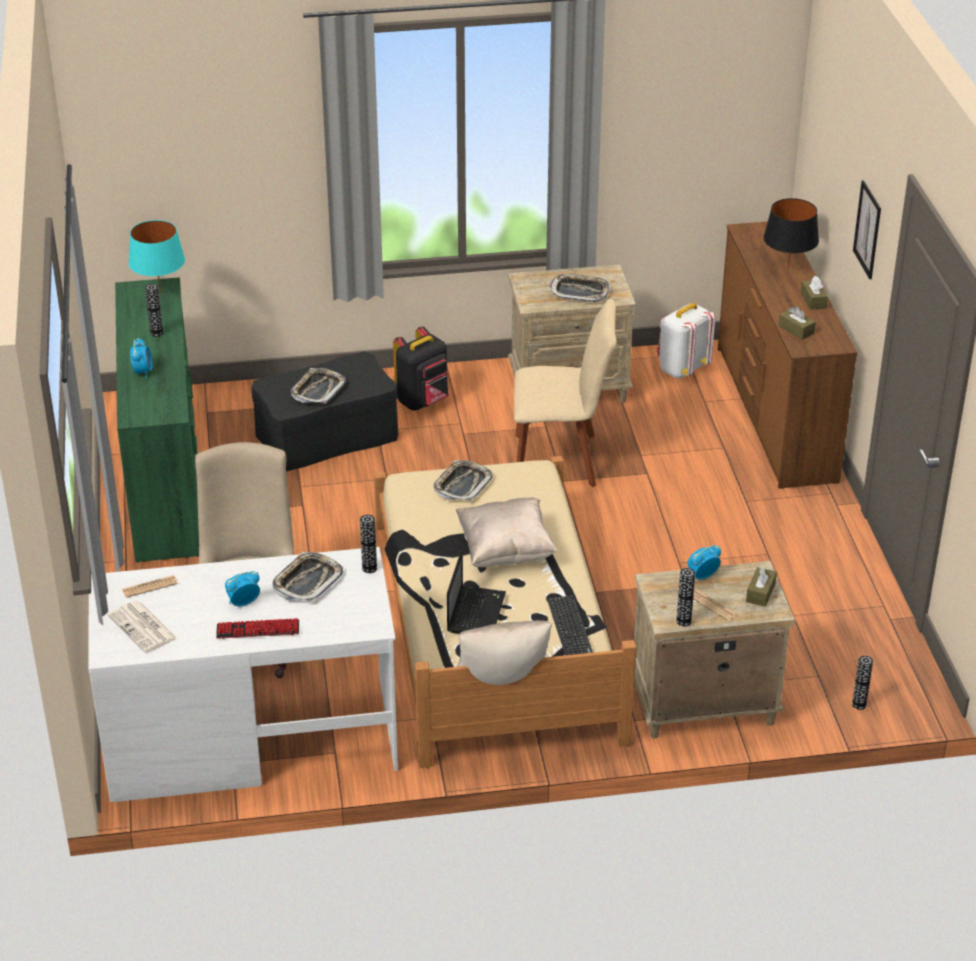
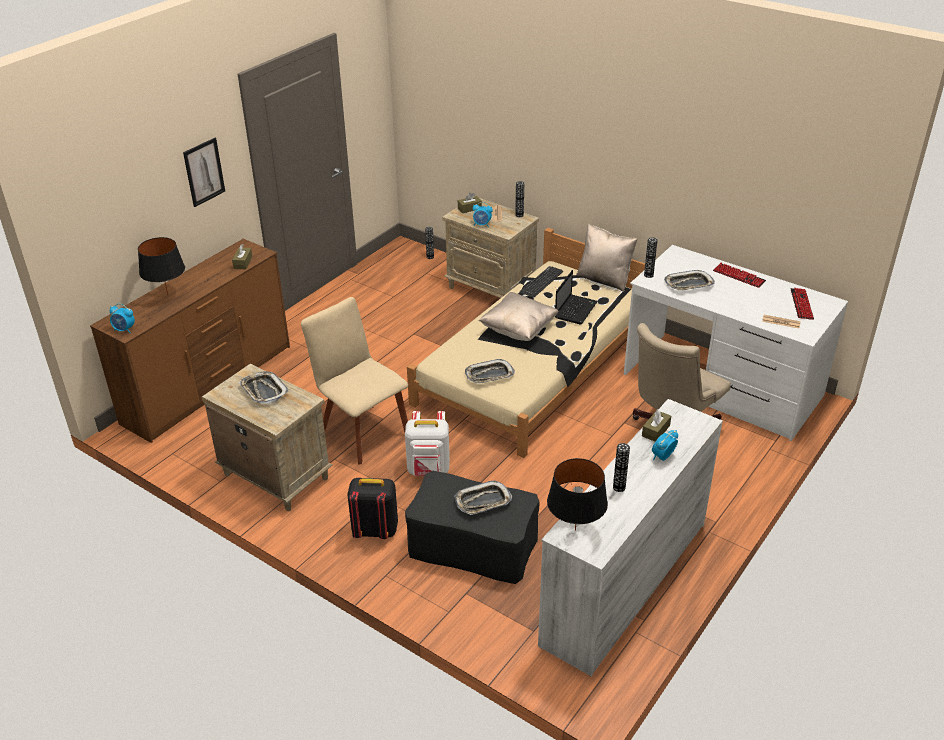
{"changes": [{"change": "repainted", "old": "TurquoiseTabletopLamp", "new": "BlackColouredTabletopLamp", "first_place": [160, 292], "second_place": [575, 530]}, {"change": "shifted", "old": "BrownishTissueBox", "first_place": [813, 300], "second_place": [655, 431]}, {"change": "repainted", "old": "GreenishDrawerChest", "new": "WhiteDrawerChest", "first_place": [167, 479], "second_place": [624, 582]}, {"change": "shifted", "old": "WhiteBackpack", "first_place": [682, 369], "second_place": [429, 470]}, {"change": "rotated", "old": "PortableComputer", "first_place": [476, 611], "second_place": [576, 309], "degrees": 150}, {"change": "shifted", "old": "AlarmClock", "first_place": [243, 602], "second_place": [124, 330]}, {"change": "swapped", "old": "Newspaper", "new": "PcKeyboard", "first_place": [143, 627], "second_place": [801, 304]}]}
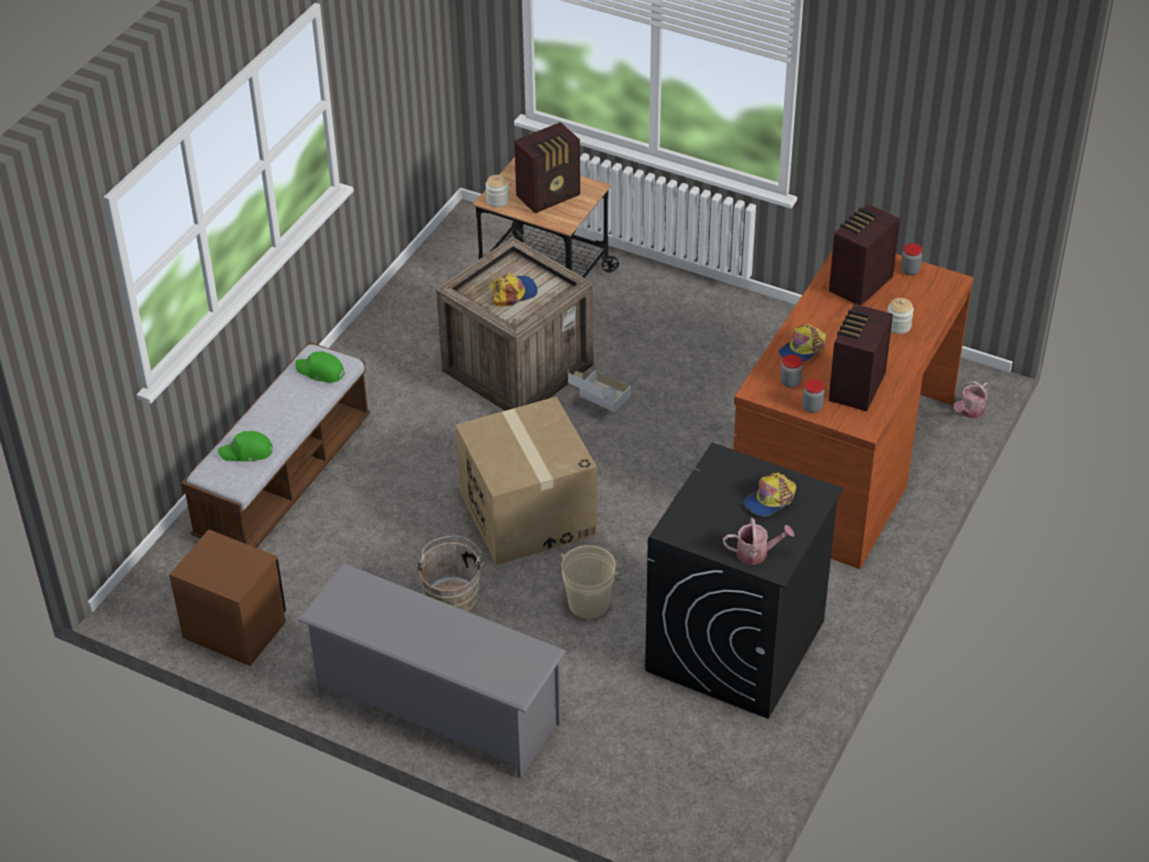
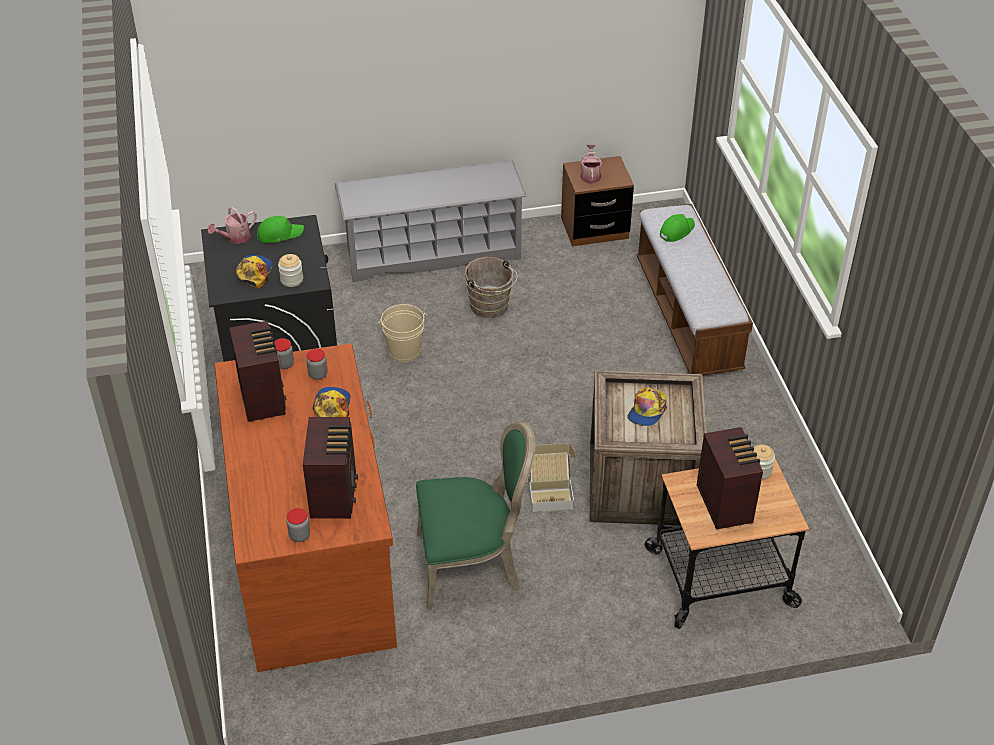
{"changes": [{"change": "rotated", "old": "RadioSet", "first_place": [550, 196], "second_place": [725, 503], "degrees": 150}, {"change": "shifted", "old": "Jar", "first_place": [898, 326], "second_place": [291, 280]}, {"change": "shifted", "old": "GreenishCap", "first_place": [320, 372], "second_place": [279, 234]}, {"change": "shifted", "old": "SprinklingCan", "first_place": [970, 412], "second_place": [590, 175]}, {"change": "gone", "old": "CardboardBox", "first_place": [527, 513]}, {"change": "new", "new": "GreenishChair", "second_place": [472, 565]}]}
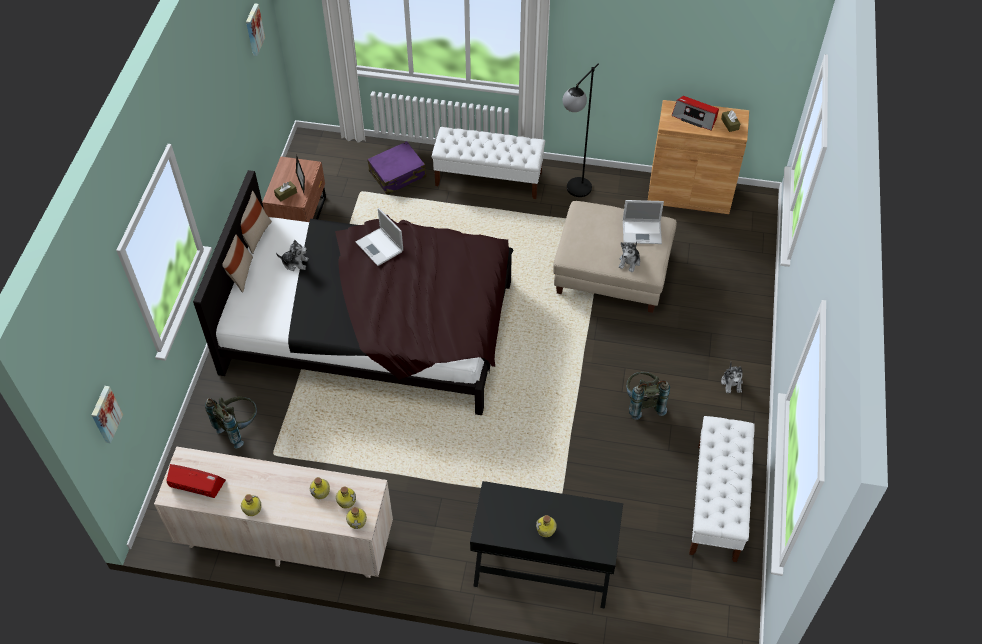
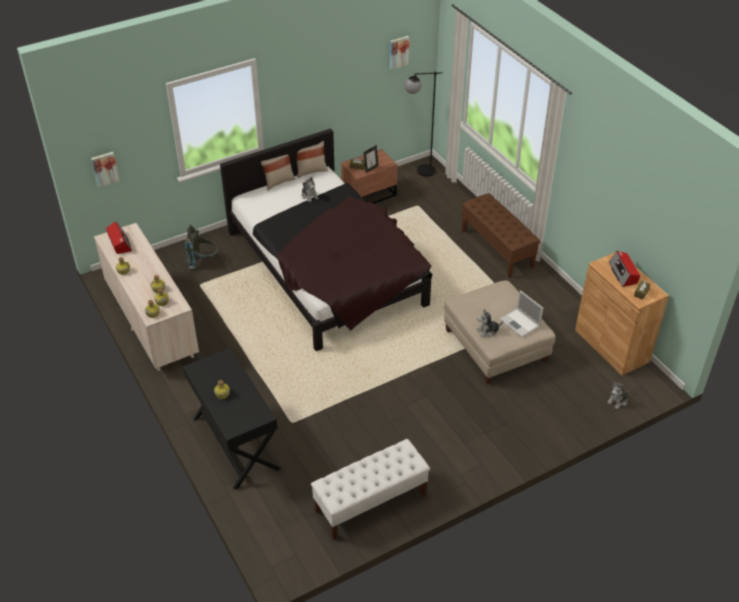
{"changes": [{"change": "shifted", "old": "BlackColouredStandardLamp", "first_place": [574, 193], "second_place": [419, 171]}, {"change": "repainted", "old": "WhiteLongSeat", "new": "BrownishLongSeat", "first_place": [489, 179], "second_place": [497, 249]}, {"change": "gone", "old": "PurpleColouredPieceOfLuggage", "first_place": [397, 174]}, {"change": "gone", "old": "PortableComputer", "first_place": [380, 247]}, {"change": "shifted", "old": "SoftToy", "first_place": [732, 383], "second_place": [617, 401]}, {"change": "gone", "old": "GrayBackpack", "first_place": [642, 403]}]}
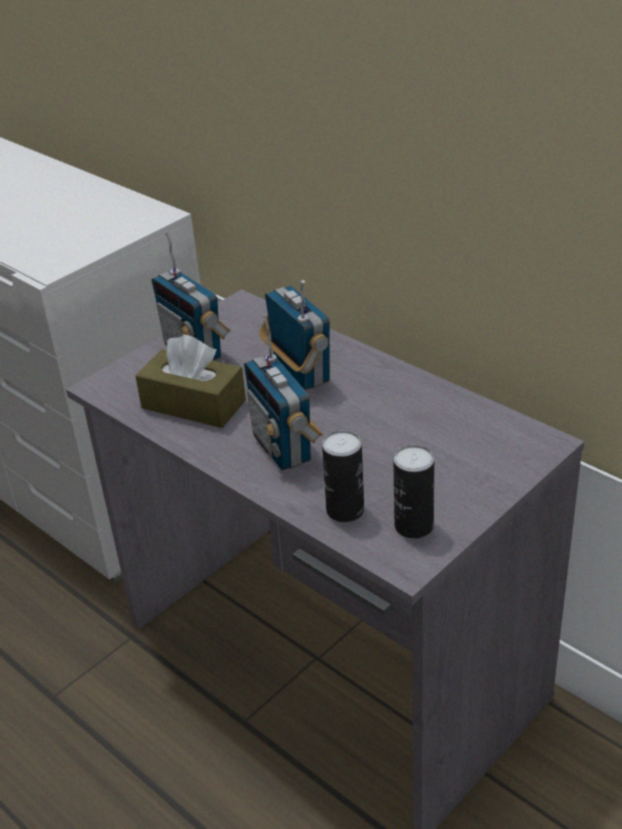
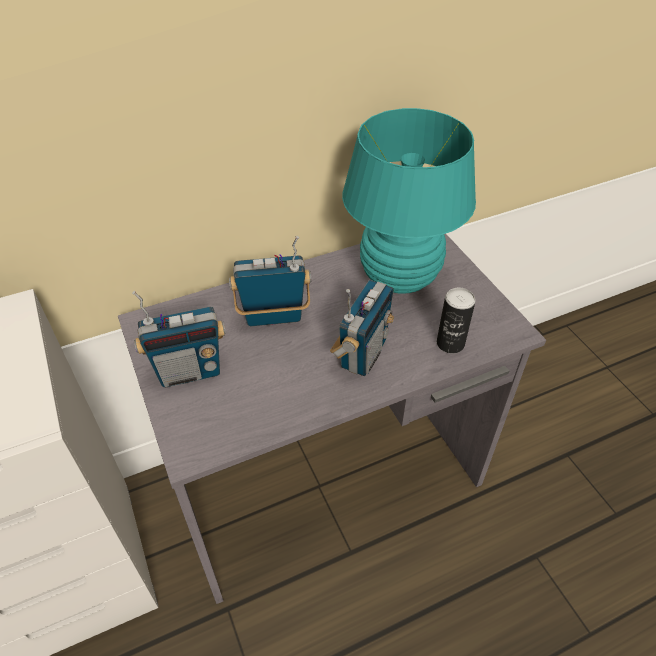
{"changes": [{"change": "rotated", "old": "RadioSet", "first_place": [284, 448], "second_place": [362, 354], "degrees": -60}, {"change": "gone", "old": "BrownishTissueBox", "first_place": [193, 404]}, {"change": "gone", "old": "SealedCan", "first_place": [413, 526]}, {"change": "new", "new": "TurquoiseTabletopLamp", "second_place": [399, 278]}]}
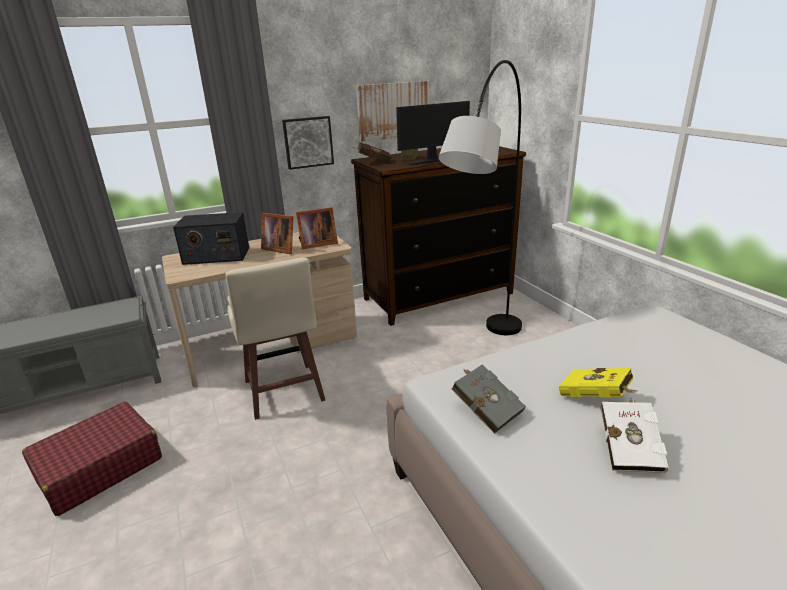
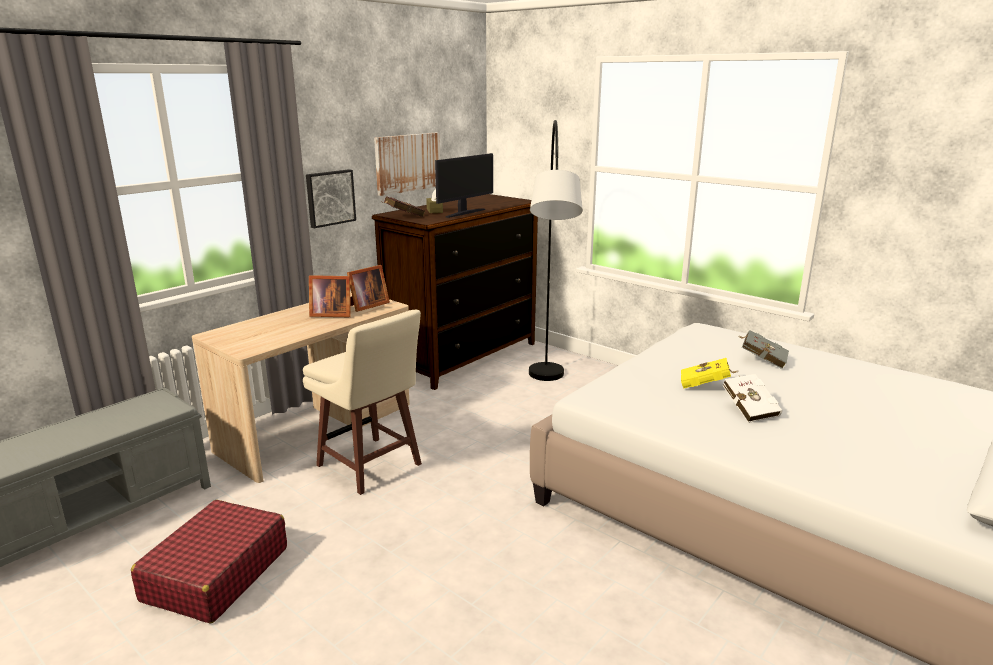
{"changes": [{"change": "gone", "old": "RadioSet", "first_place": [216, 255]}, {"change": "shifted", "old": "GrayBoundBook", "first_place": [485, 409], "second_place": [761, 360]}]}
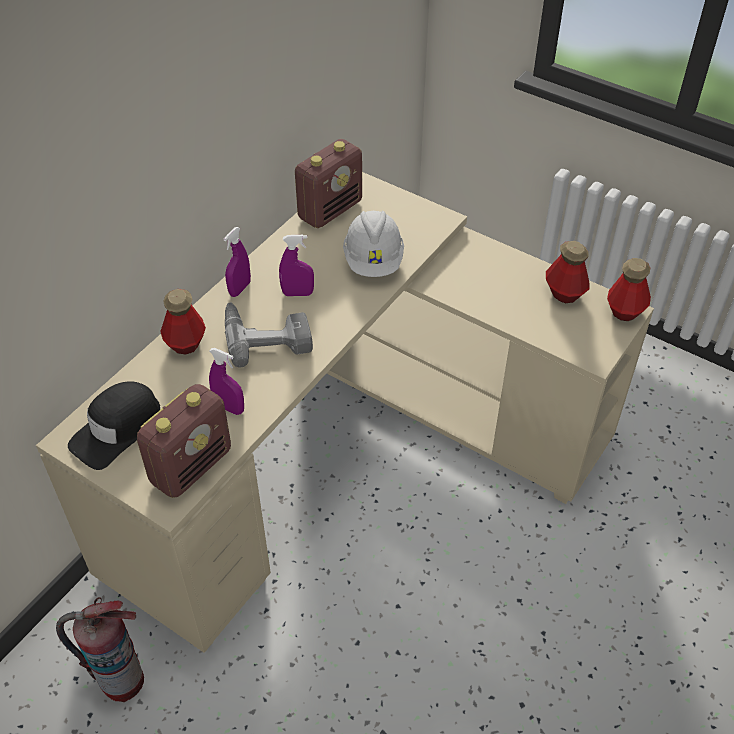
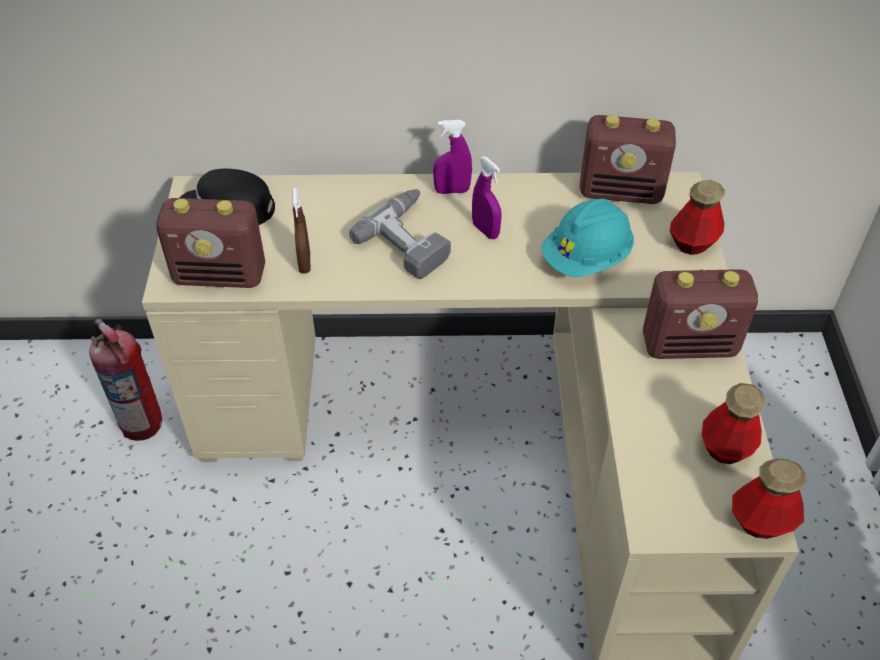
{"changes": [{"change": "repainted", "old": "WhiteWorkHelmet", "new": "TurquoiseWorkHelmet", "first_place": [373, 260], "second_place": [586, 259]}, {"change": "shifted", "old": "Bottle", "first_place": [185, 343], "second_place": [692, 243]}, {"change": "repainted", "old": "PurpleColouredHandSprayer", "new": "BrownishHandSprayer", "first_place": [229, 408], "second_place": [304, 263]}, {"change": "new", "new": "RadioSet", "second_place": [690, 345]}]}
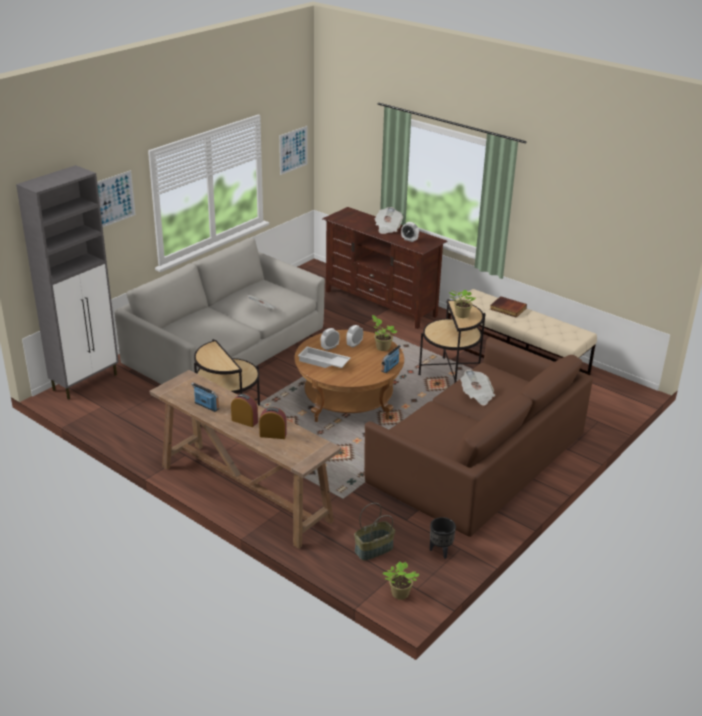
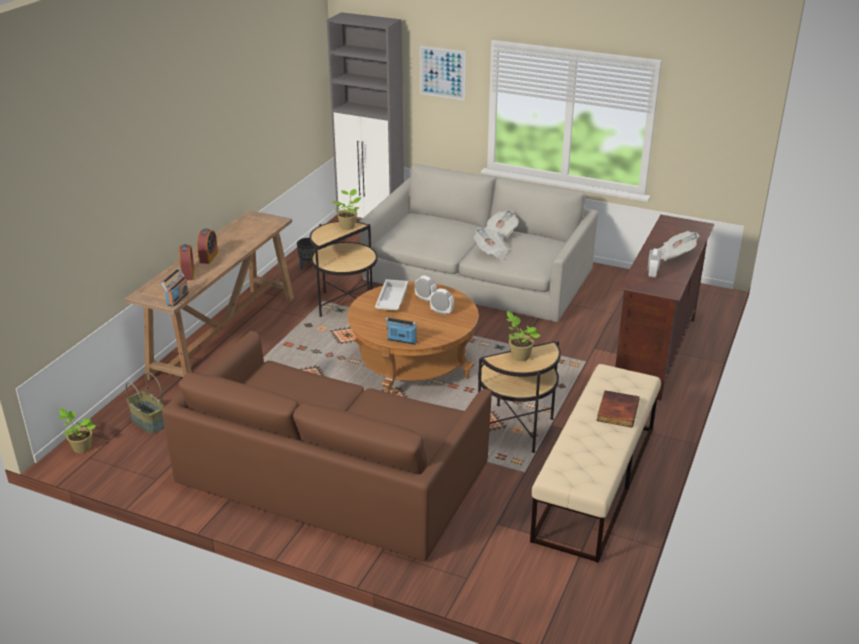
{"changes": [{"change": "gone", "old": "WallPicture", "first_place": [293, 150]}, {"change": "shifted", "old": "PlantInAPot", "first_place": [382, 347], "second_place": [348, 226]}, {"change": "shifted", "old": "Newspaper", "first_place": [477, 395], "second_place": [499, 234]}, {"change": "shifted", "old": "RadioSet", "first_place": [206, 406], "second_place": [177, 299]}, {"change": "shifted", "old": "BlackColouredPlanter", "first_place": [440, 551], "second_place": [308, 267]}]}
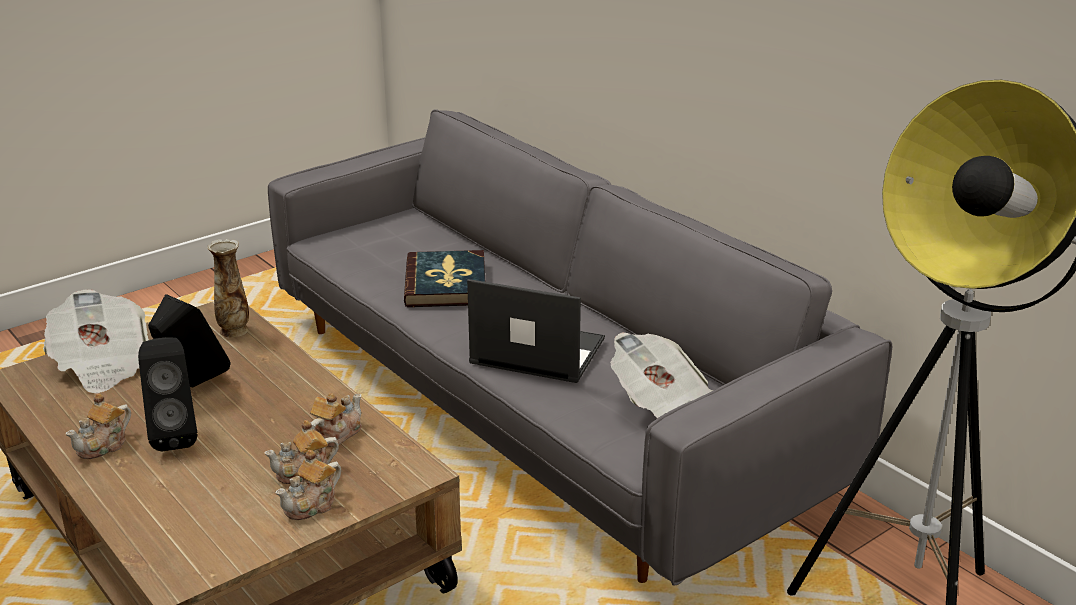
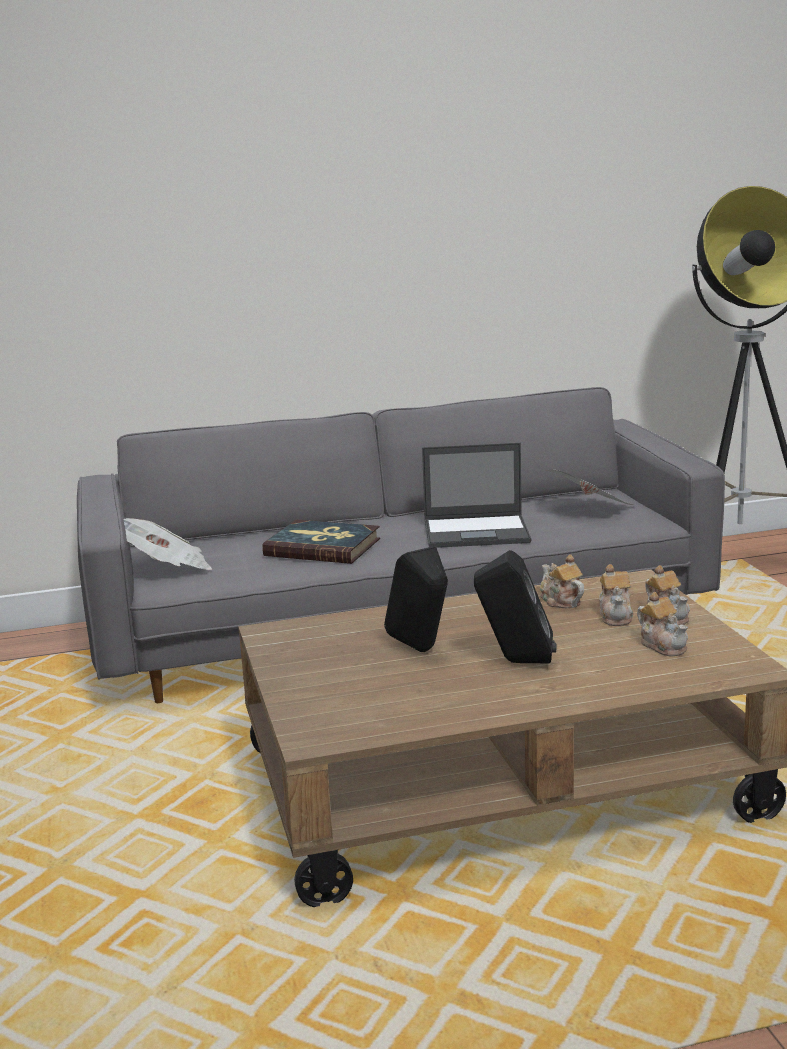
{"changes": [{"change": "gone", "old": "DecorativeVase", "first_place": [234, 330]}, {"change": "rotated", "old": "PortableComputer", "first_place": [535, 351], "second_place": [478, 532], "degrees": -135}, {"change": "shifted", "old": "Newspaper", "first_place": [102, 365], "second_place": [166, 568]}, {"change": "shifted", "old": "TeaPot", "first_place": [104, 446], "second_place": [663, 645]}]}
